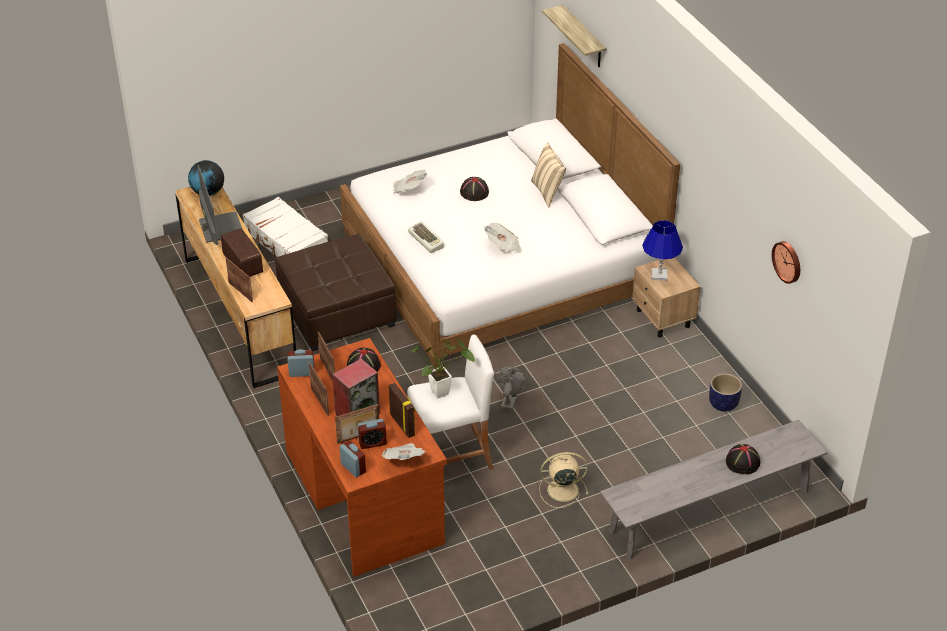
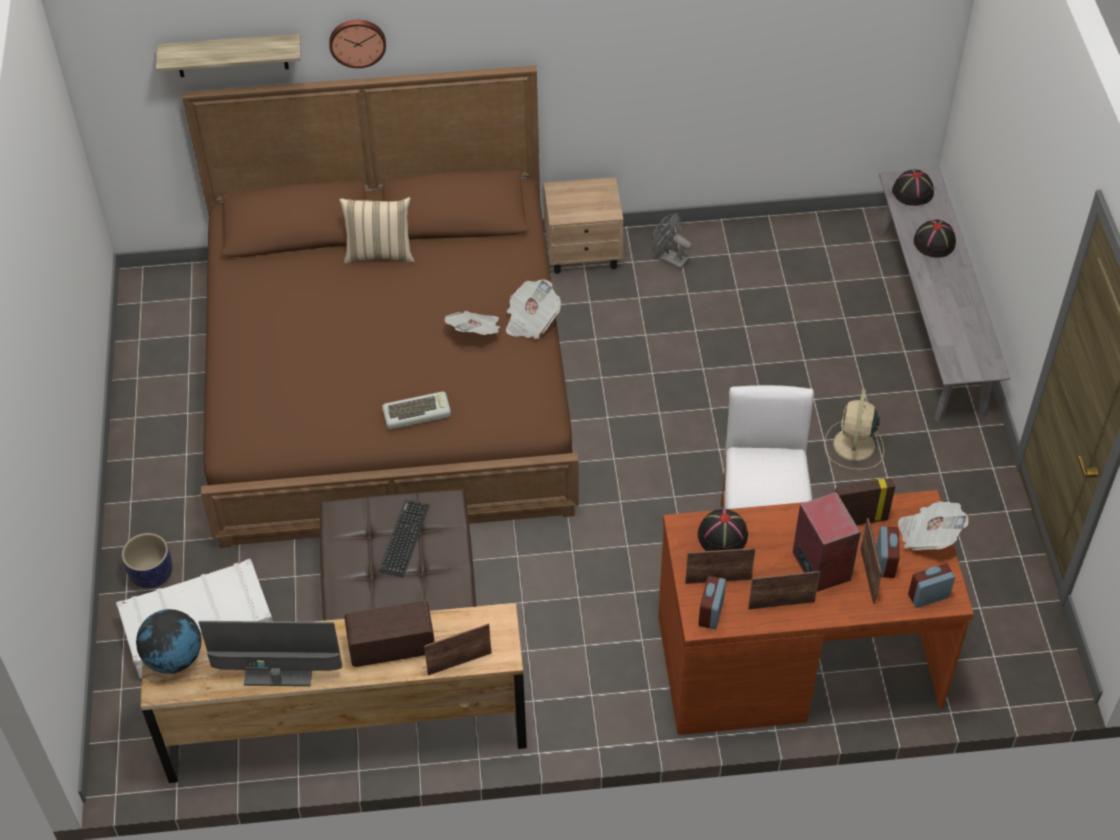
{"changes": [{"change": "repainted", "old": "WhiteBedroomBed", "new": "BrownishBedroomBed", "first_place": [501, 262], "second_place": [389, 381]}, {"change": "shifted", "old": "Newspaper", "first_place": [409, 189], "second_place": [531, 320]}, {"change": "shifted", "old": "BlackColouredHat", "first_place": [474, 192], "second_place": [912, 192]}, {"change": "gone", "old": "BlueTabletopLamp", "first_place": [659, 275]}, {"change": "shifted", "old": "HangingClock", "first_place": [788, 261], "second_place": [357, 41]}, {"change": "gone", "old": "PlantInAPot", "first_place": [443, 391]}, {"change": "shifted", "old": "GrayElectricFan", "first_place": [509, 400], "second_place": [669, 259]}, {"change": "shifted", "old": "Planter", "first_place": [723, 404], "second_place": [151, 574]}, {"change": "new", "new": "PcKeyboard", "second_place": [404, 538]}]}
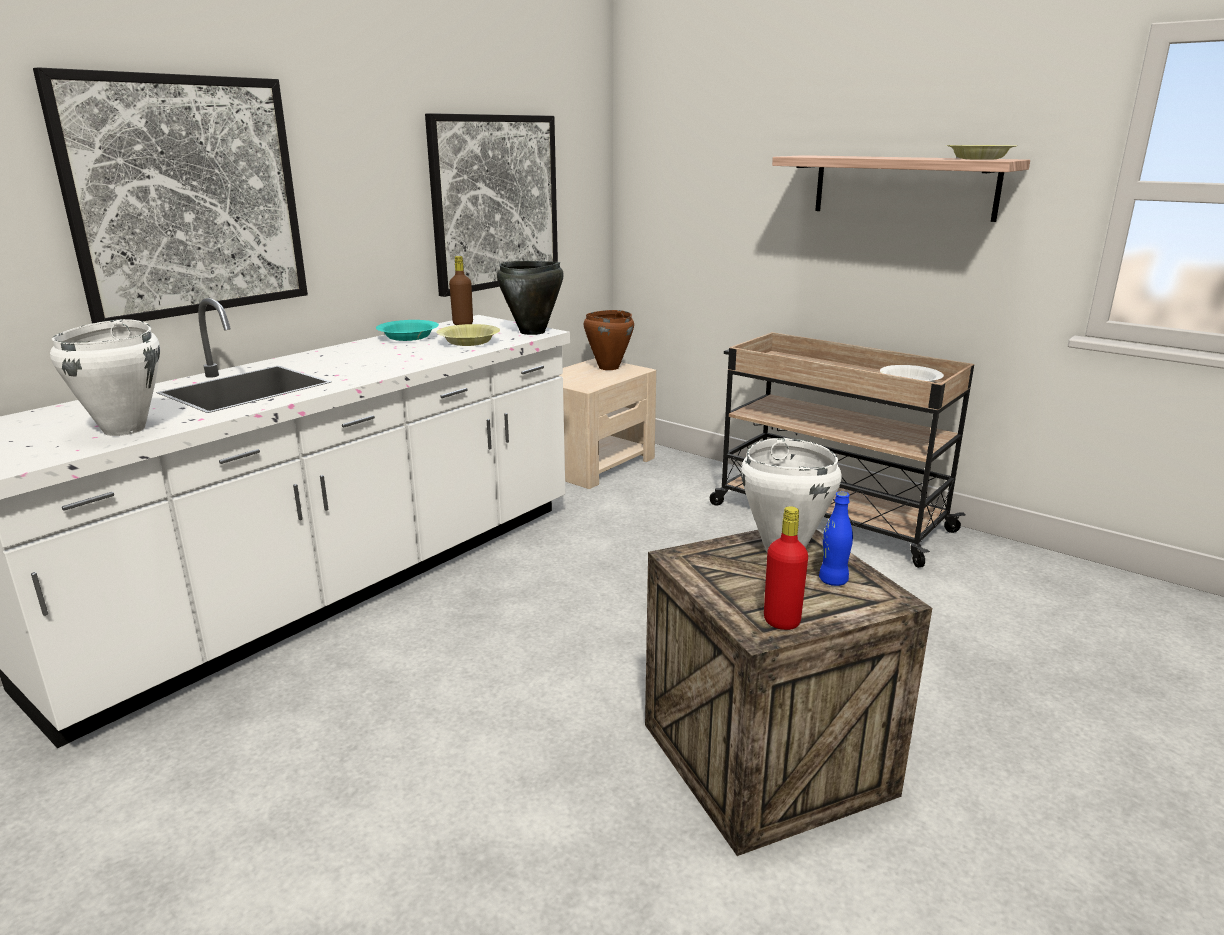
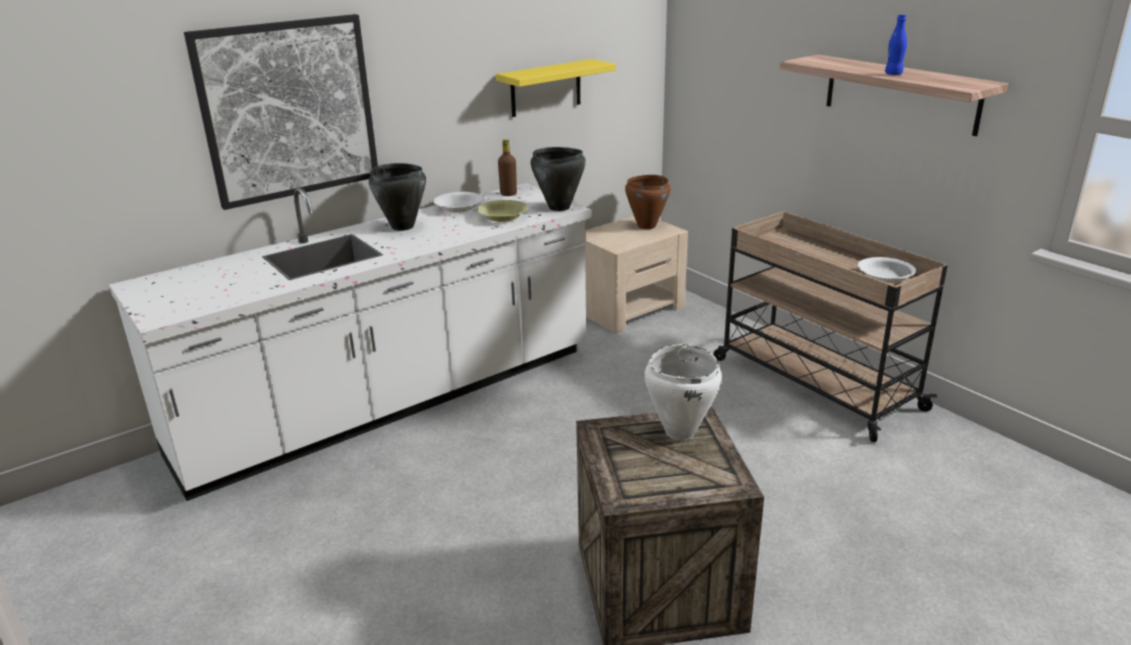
{"changes": [{"change": "swapped", "old": "WallPicture", "new": "YellowColouredWallShelf", "first_place": [495, 202], "second_place": [545, 88]}, {"change": "gone", "old": "YellowColouredServingBowl", "first_place": [979, 159]}, {"change": "gone", "old": "WhiteStockpot", "first_place": [125, 429]}, {"change": "repainted", "old": "TurquoiseServingBowl", "new": "WhiteServingBowl", "first_place": [408, 337], "second_place": [458, 208]}, {"change": "shifted", "old": "BlueBottle", "first_place": [833, 581], "second_place": [893, 74]}, {"change": "gone", "old": "RedBottle", "first_place": [781, 621]}, {"change": "new", "new": "BlackColouredStockpot", "second_place": [402, 227]}]}
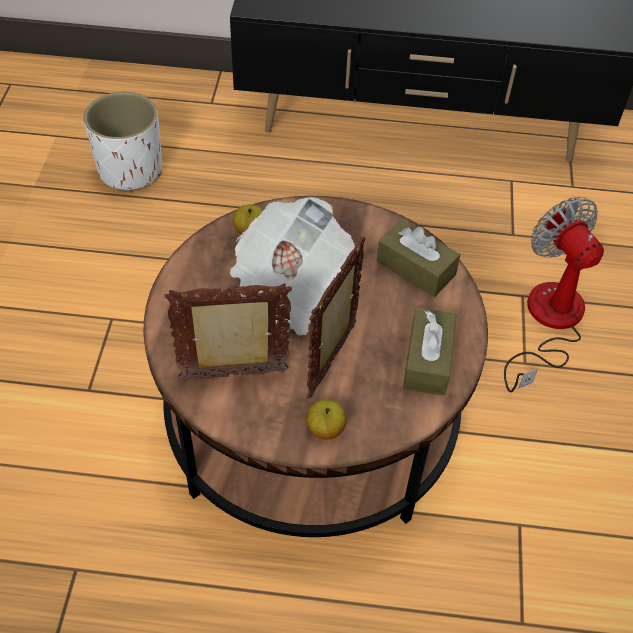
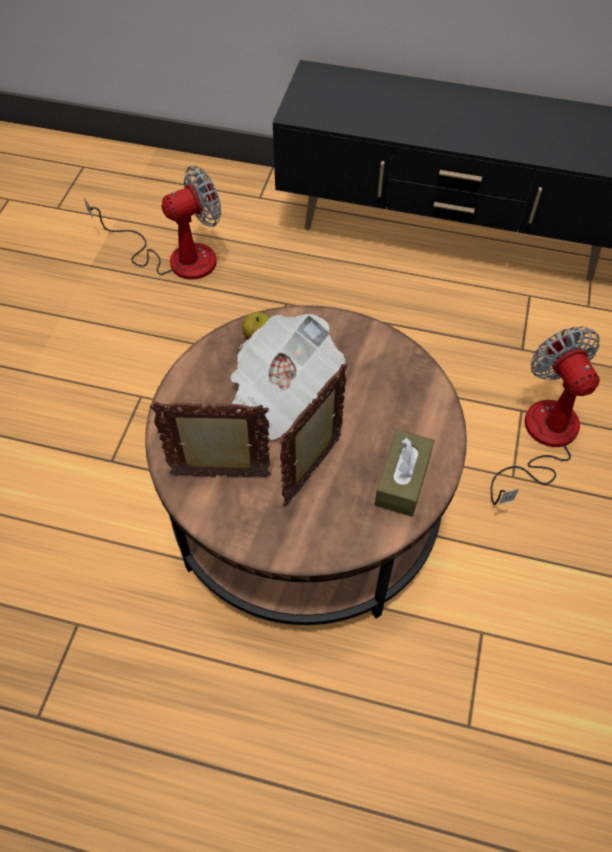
{"changes": [{"change": "swapped", "old": "WhitePlanter", "new": "ElectricFan", "first_place": [129, 170], "second_place": [177, 257]}, {"change": "gone", "old": "BrownishTissueBox", "first_place": [416, 268]}, {"change": "gone", "old": "WholeApple", "first_place": [325, 429]}]}
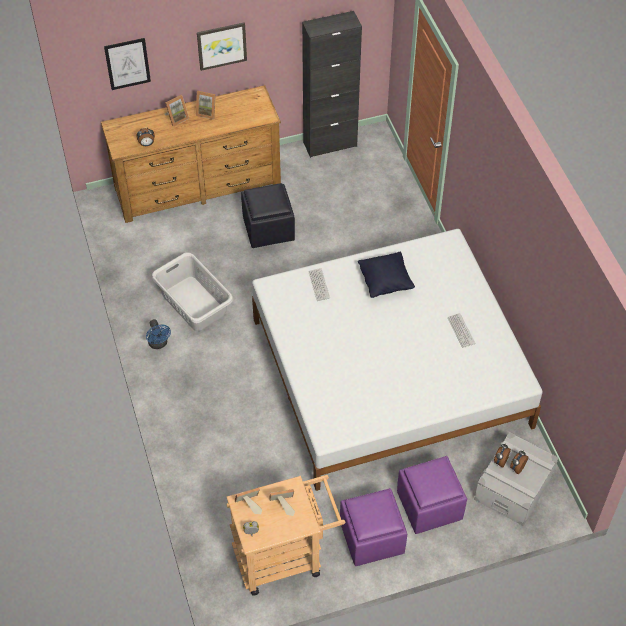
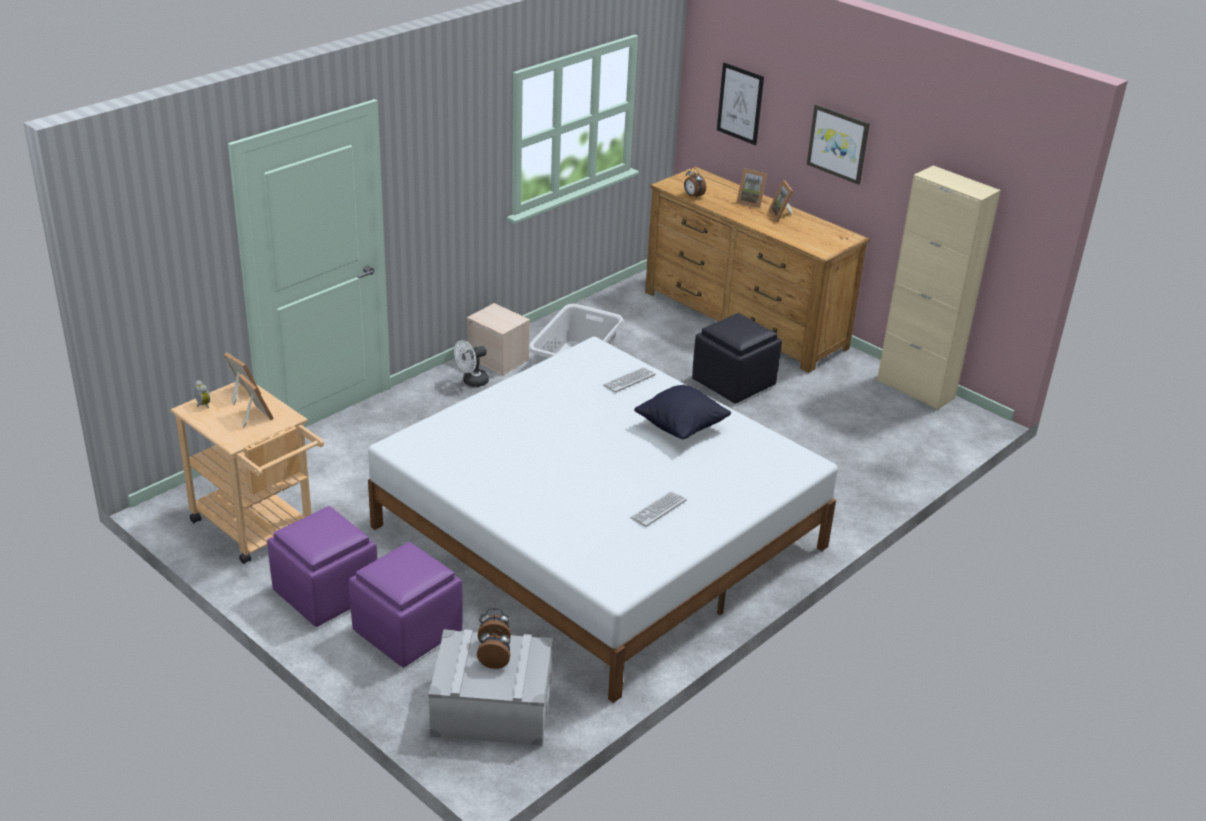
{"changes": [{"change": "repainted", "old": "BlackColouredStorageCabinet", "new": "BeigeColouredStorageCabinet", "first_place": [330, 144], "second_place": [915, 389]}, {"change": "swapped", "old": "BlueElectricFan", "new": "BeigeColouredStorageContainer", "first_place": [159, 344], "second_place": [499, 359]}, {"change": "new", "new": "WhiteElectricFan", "second_place": [472, 382]}]}
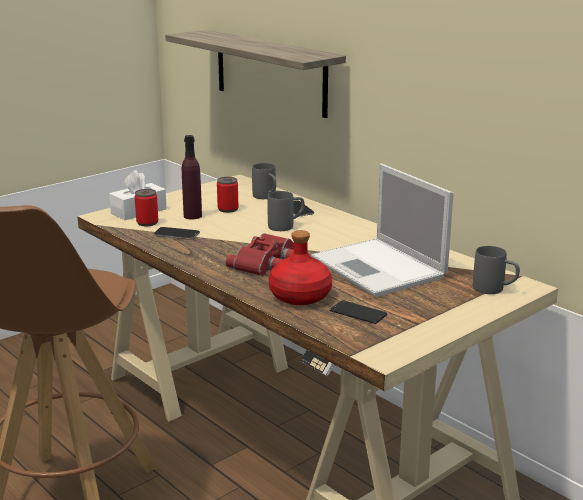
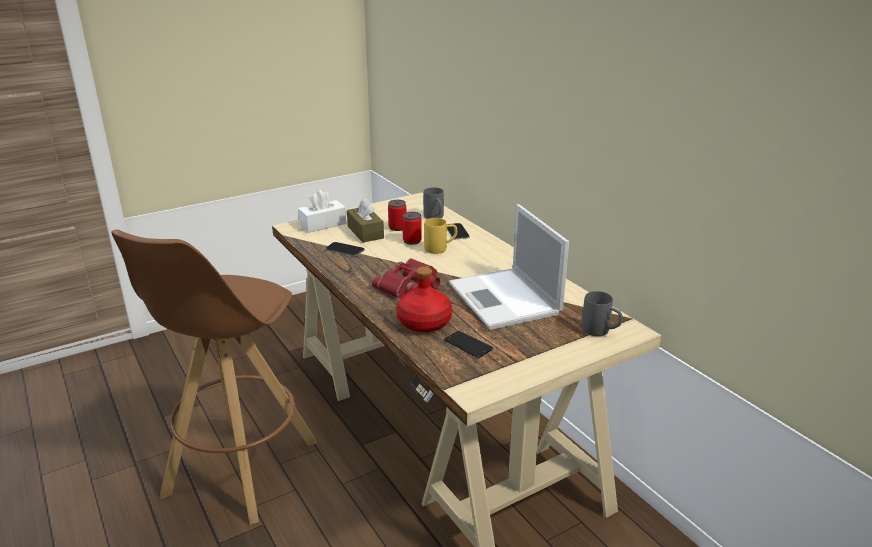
{"changes": [{"change": "gone", "old": "WallShelf", "first_place": [270, 72]}, {"change": "swapped", "old": "PurpleColouredBottle", "new": "BrownishTissueBox", "first_place": [192, 216], "second_place": [365, 232]}, {"change": "shifted", "old": "SealedCan", "first_place": [147, 223], "second_place": [412, 241]}, {"change": "repainted", "old": "GrayTeaMug", "new": "YellowColouredTeaMug", "first_place": [286, 226], "second_place": [440, 248]}]}
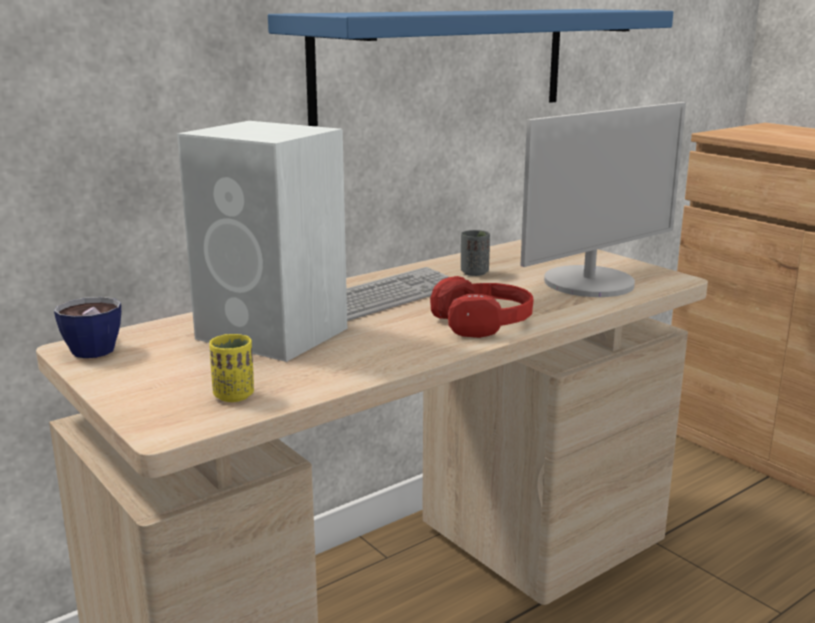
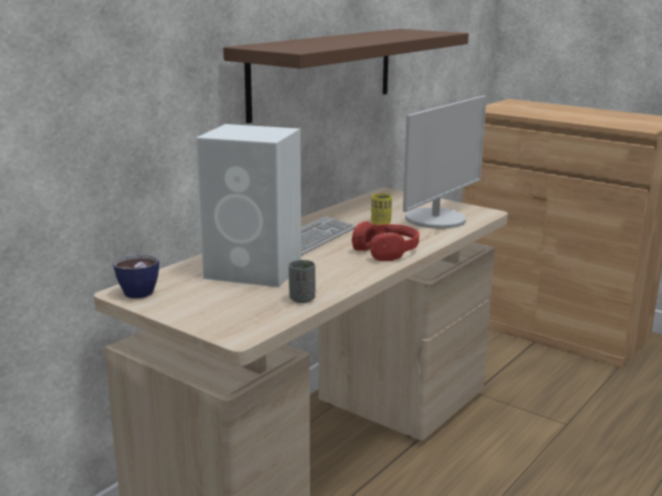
{"changes": [{"change": "repainted", "old": "BlueWallShelf", "new": "BrownishWallShelf", "first_place": [444, 62], "second_place": [323, 72]}, {"change": "shifted", "old": "GrayDrinkingCup", "first_place": [474, 273], "second_place": [302, 299]}, {"change": "shifted", "old": "YellowColouredDrinkingCup", "first_place": [234, 395], "second_place": [381, 223]}]}
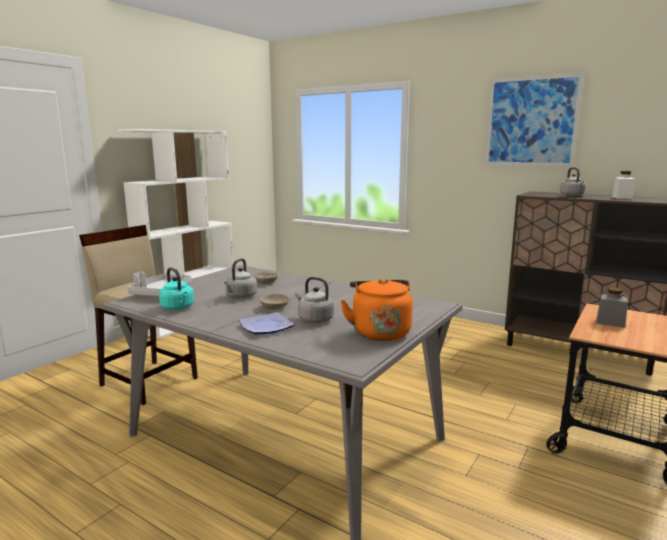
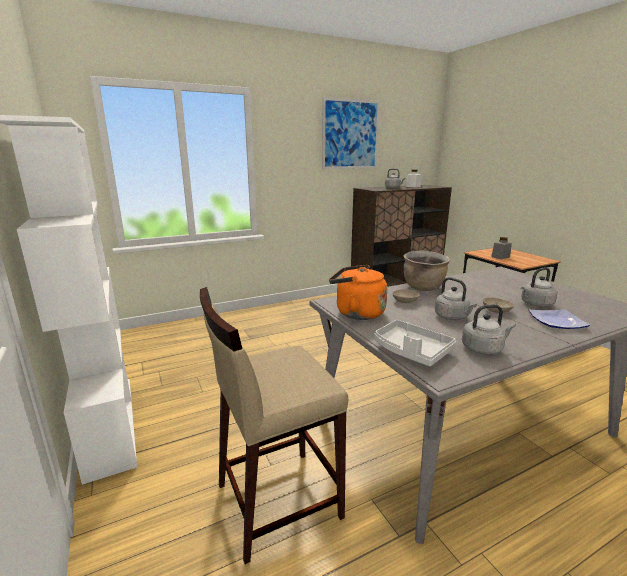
{"changes": [{"change": "repainted", "old": "TurquoiseKettle", "new": "GrayKettle", "first_place": [178, 308], "second_place": [483, 349]}, {"change": "shifted", "old": "OrangeColouredKettle", "first_place": [379, 332], "second_place": [356, 313]}, {"change": "new", "new": "BrownishStockpot", "second_place": [423, 288]}]}
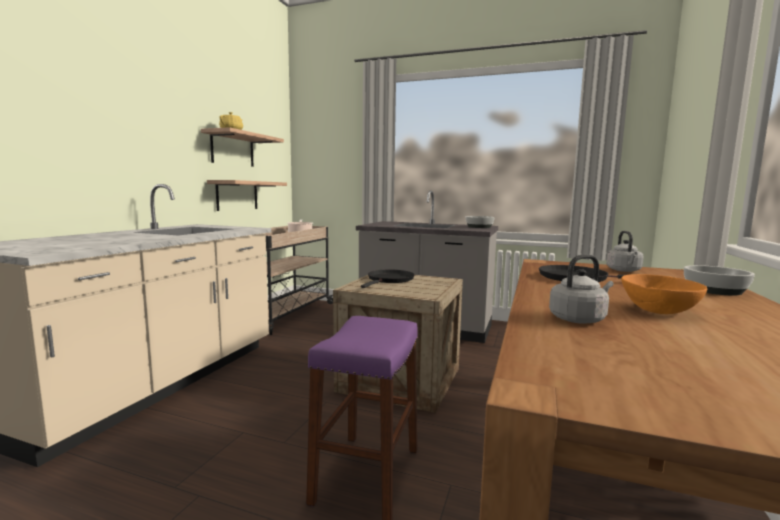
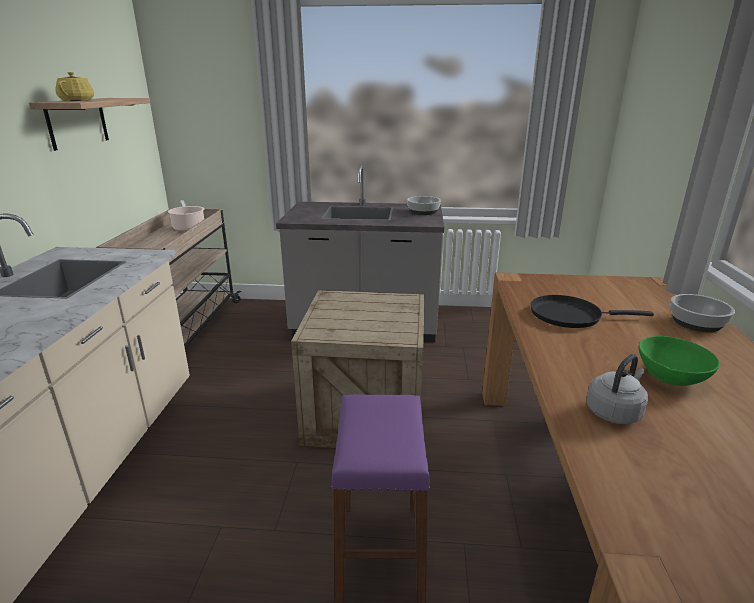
{"changes": [{"change": "gone", "old": "WallShelf", "first_place": [237, 195]}, {"change": "gone", "old": "GrayKettle", "first_place": [624, 270]}, {"change": "gone", "old": "BlackColouredSkillet", "first_place": [389, 280]}, {"change": "repainted", "old": "OrangeColouredServingBowl", "new": "GreenishServingBowl", "first_place": [659, 310], "second_place": [671, 378]}]}
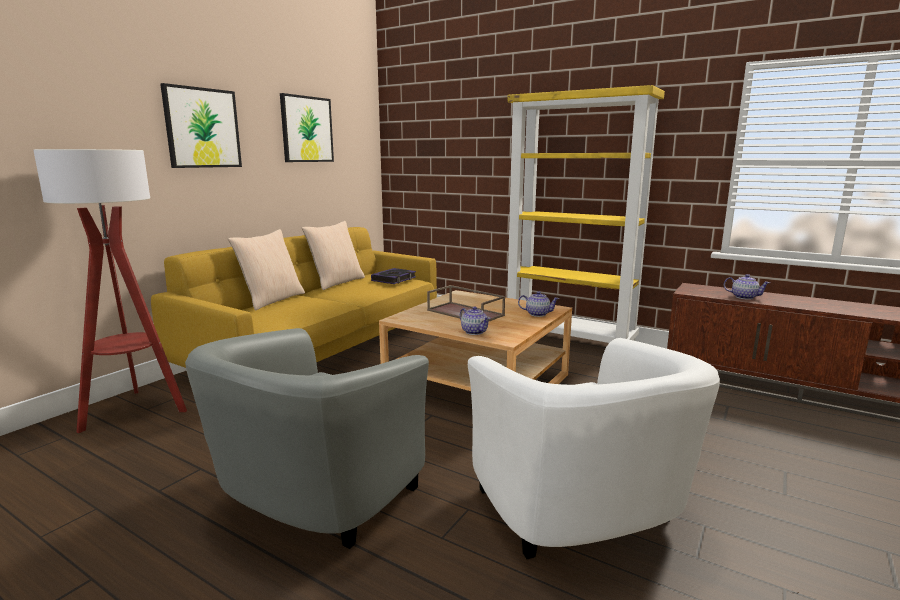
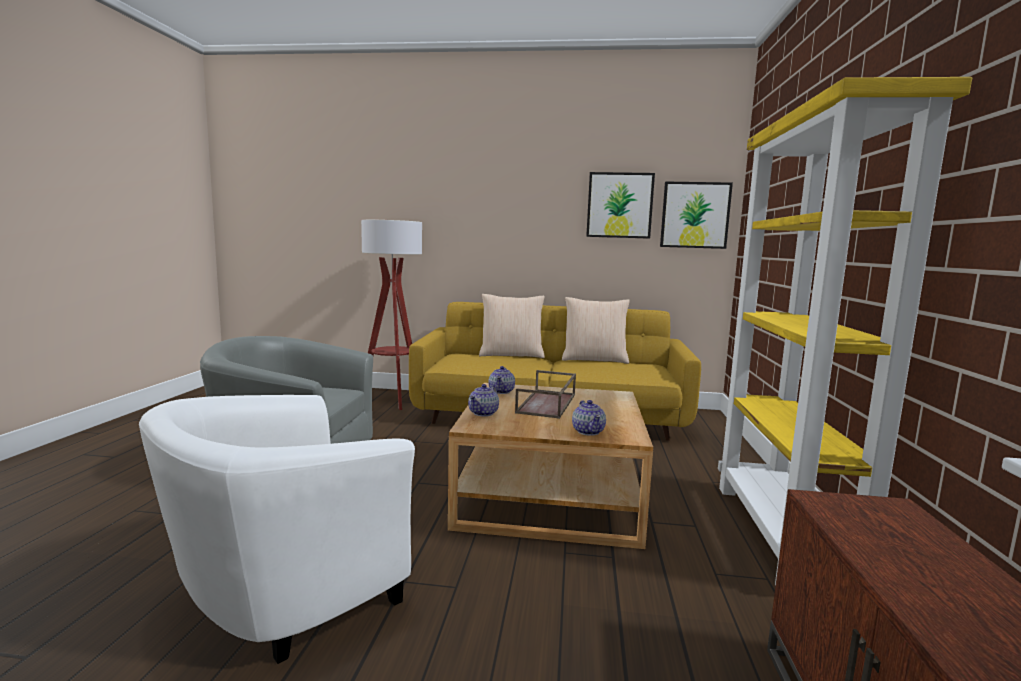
{"changes": [{"change": "shifted", "old": "WallPicture", "first_place": [202, 128], "second_place": [695, 215]}, {"change": "gone", "old": "BoundBook", "first_place": [394, 279]}, {"change": "shifted", "old": "TeaPot", "first_place": [744, 297], "second_place": [501, 391]}]}
